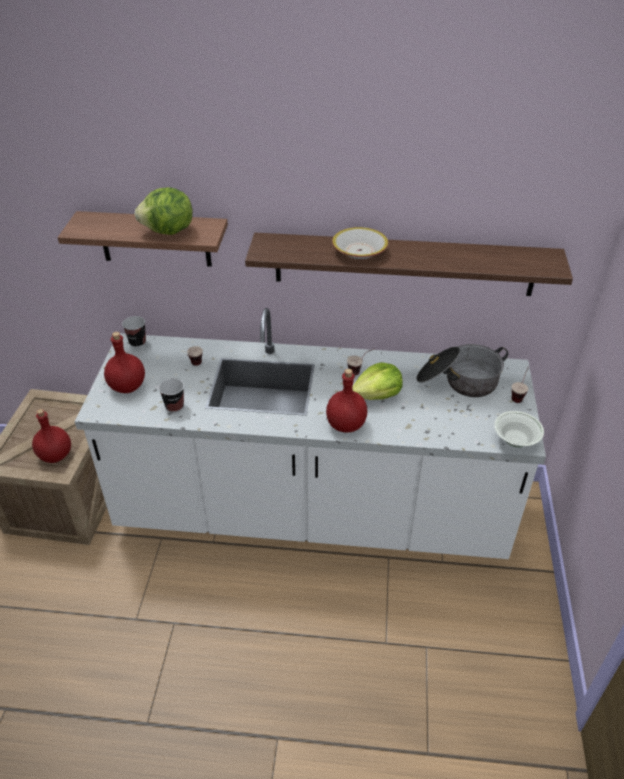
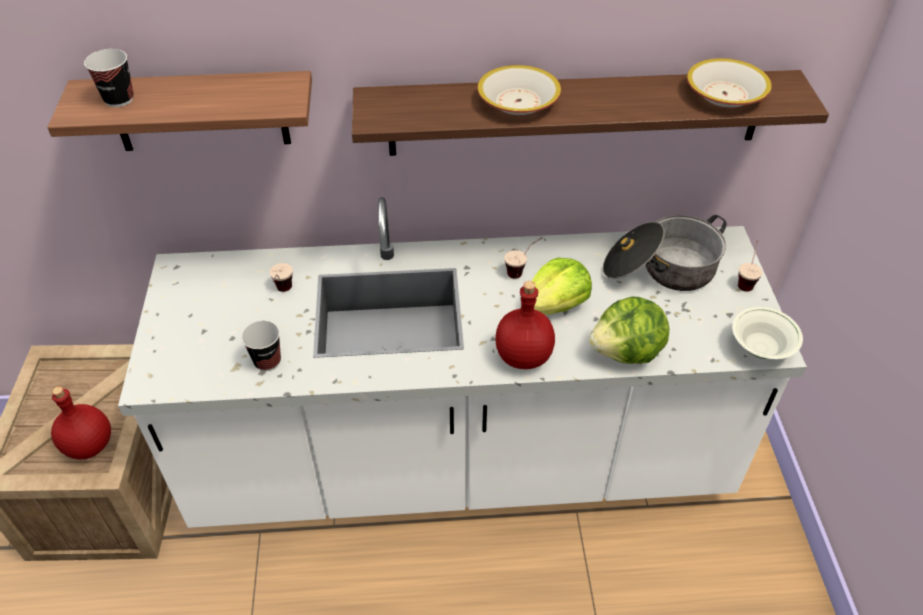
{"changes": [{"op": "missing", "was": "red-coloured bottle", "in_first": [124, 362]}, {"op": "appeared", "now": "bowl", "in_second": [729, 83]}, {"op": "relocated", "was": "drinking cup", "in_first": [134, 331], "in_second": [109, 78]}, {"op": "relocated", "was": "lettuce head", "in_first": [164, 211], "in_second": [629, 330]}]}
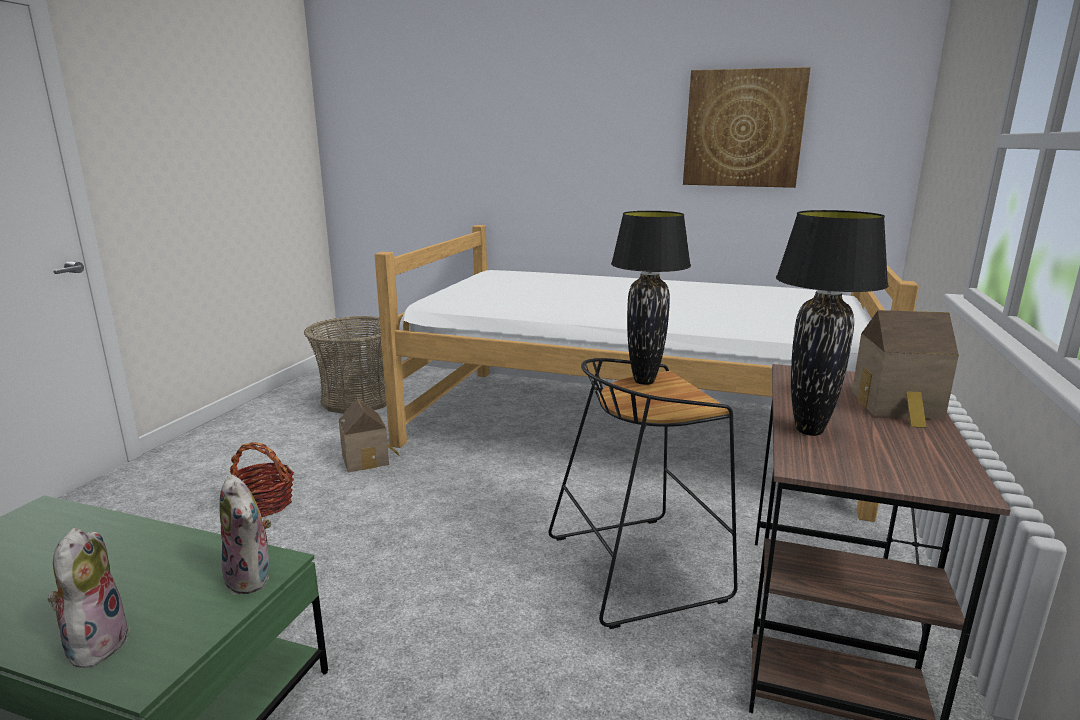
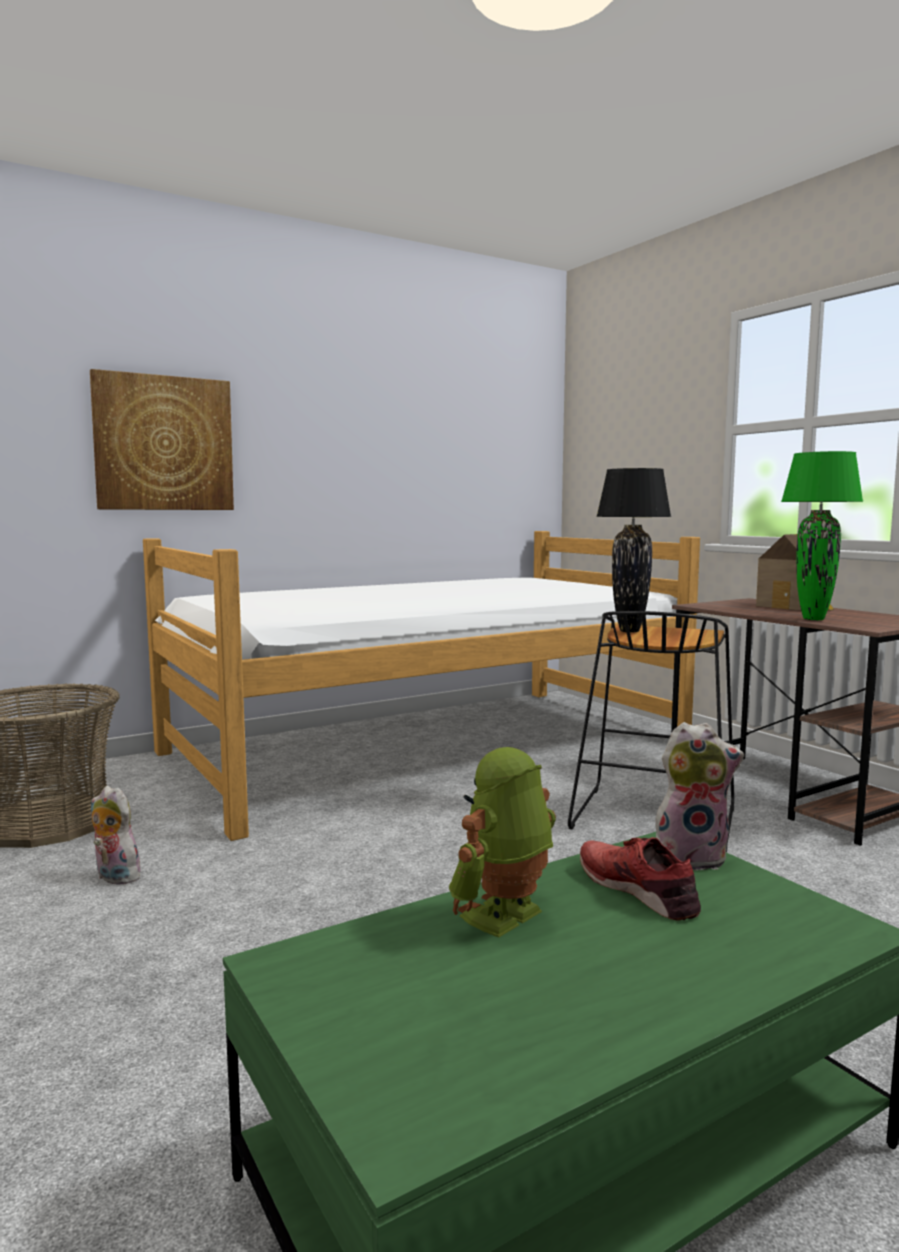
{"changes": [{"op": "missing", "was": "storage basket", "in_first": [262, 479]}, {"op": "missing", "was": "model house", "in_first": [369, 435]}, {"op": "appeared", "now": "robot figure", "in_second": [502, 842]}, {"op": "appeared", "now": "red-coloured low shoe", "in_second": [640, 878]}, {"op": "relocated", "was": "soft toy", "in_first": [89, 598], "in_second": [116, 836]}, {"op": "relocated", "was": "wall picture", "in_first": [747, 127], "in_second": [162, 439]}, {"op": "colour", "was": "blackish table lamp", "now": "green table lamp", "in_first": [832, 323], "in_second": [822, 535]}]}
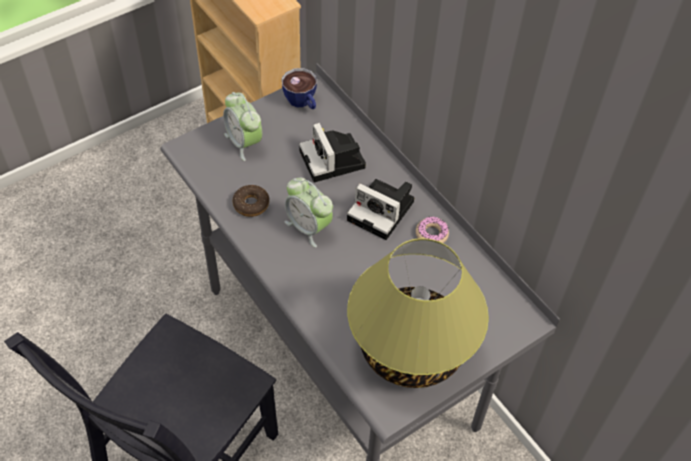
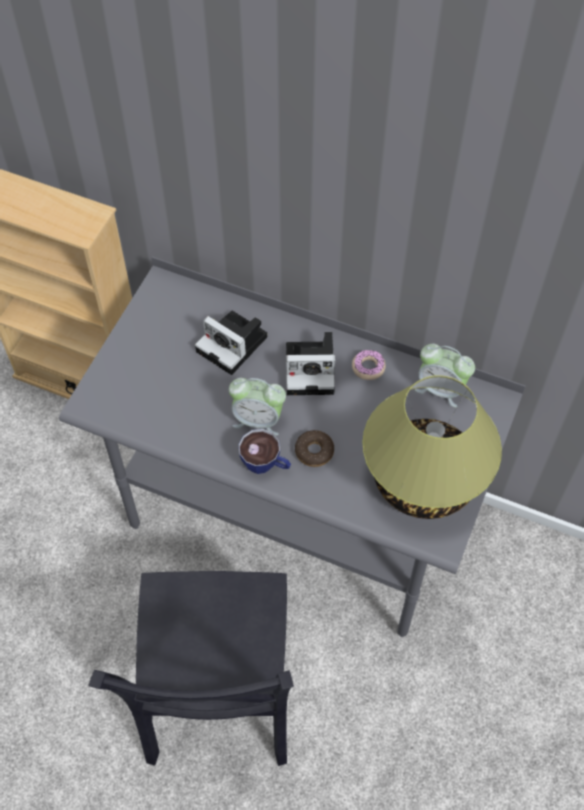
{"changes": [{"op": "relocated", "was": "table clock", "in_first": [243, 126], "in_second": [445, 376]}, {"op": "relocated", "was": "donut", "in_first": [251, 201], "in_second": [314, 448]}, {"op": "relocated", "was": "drinking cup", "in_first": [299, 88], "in_second": [265, 451]}]}
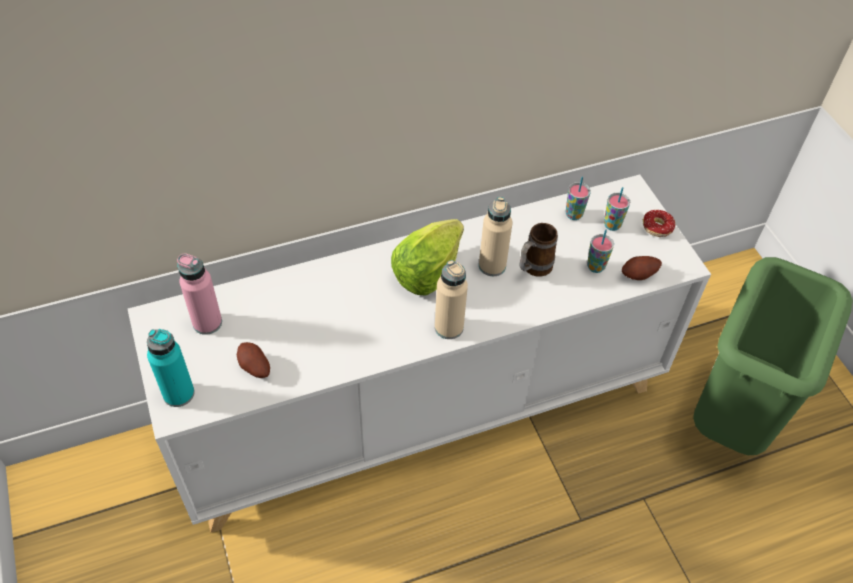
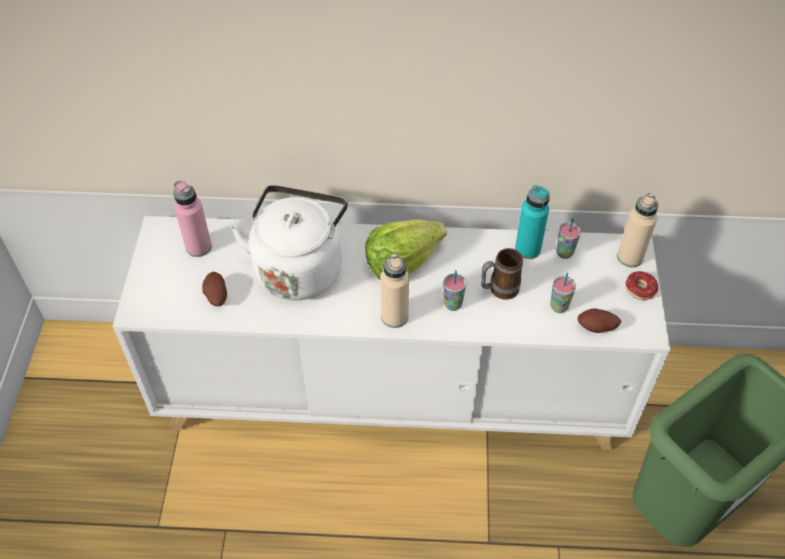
{"changes": [{"op": "appeared", "now": "white-coloured tea kettle", "in_second": [289, 242]}, {"op": "relocated", "was": "turquoise bottle", "in_first": [171, 368], "in_second": [532, 222]}, {"op": "relocated", "was": "beige bottle", "in_first": [496, 236], "in_second": [637, 230]}, {"op": "relocated", "was": "drinking cup", "in_first": [617, 209], "in_second": [454, 290]}]}
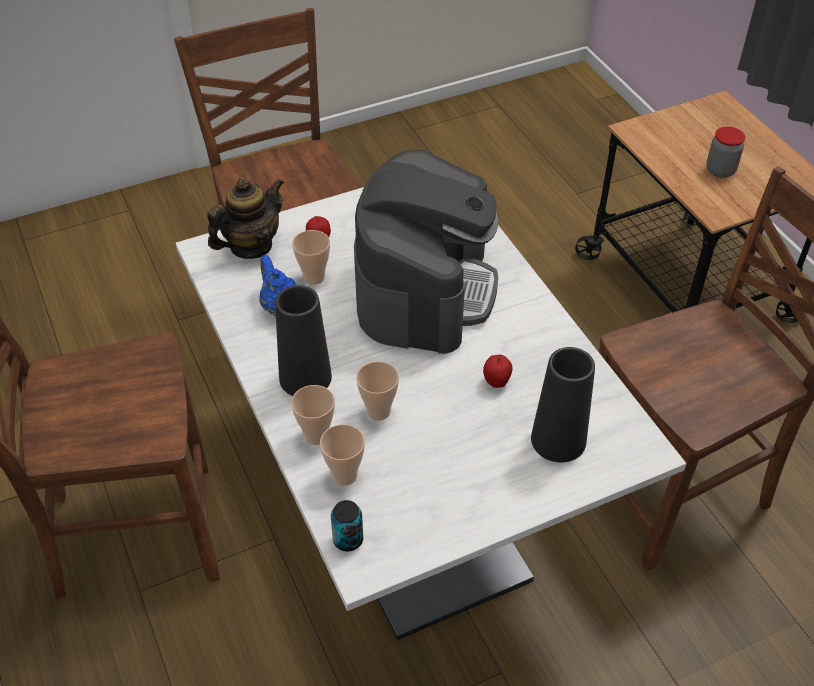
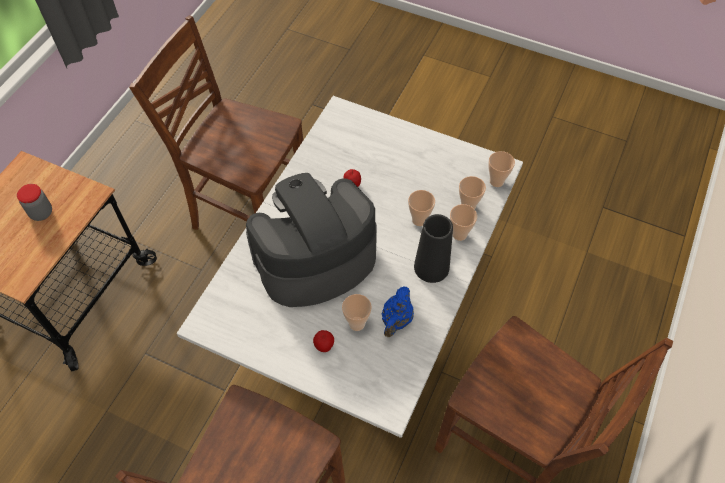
{"changes": [{"op": "missing", "was": "pot for tea", "in_first": [245, 218]}, {"op": "missing", "was": "blackish decorative vase", "in_first": [563, 404]}, {"op": "exchanged", "was": "can", "now": "drinking cup", "in_first": [347, 525], "in_second": [501, 169]}]}
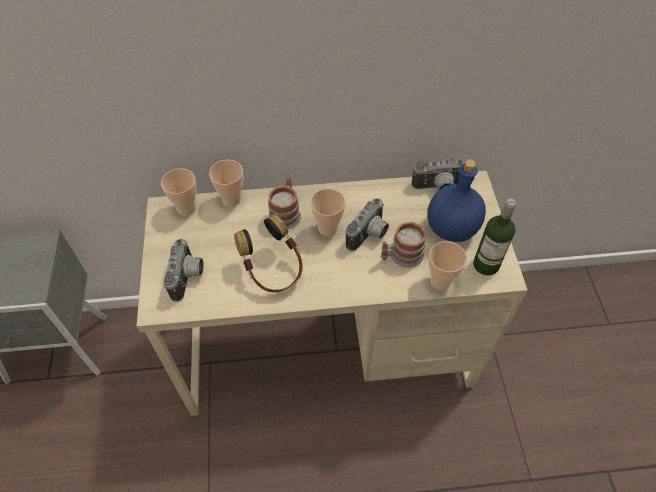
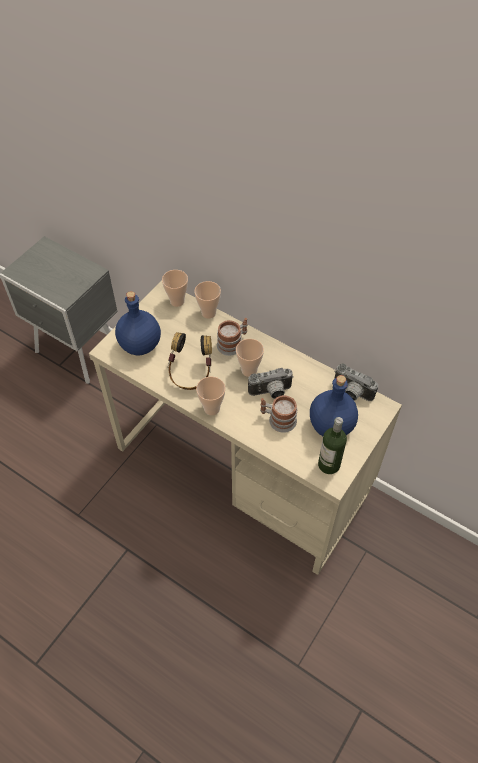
{"changes": [{"op": "relocated", "was": "drinking cup", "in_first": [448, 265], "in_second": [210, 395]}, {"op": "exchanged", "was": "still camera", "now": "blue bottle", "in_first": [184, 270], "in_second": [138, 323]}]}
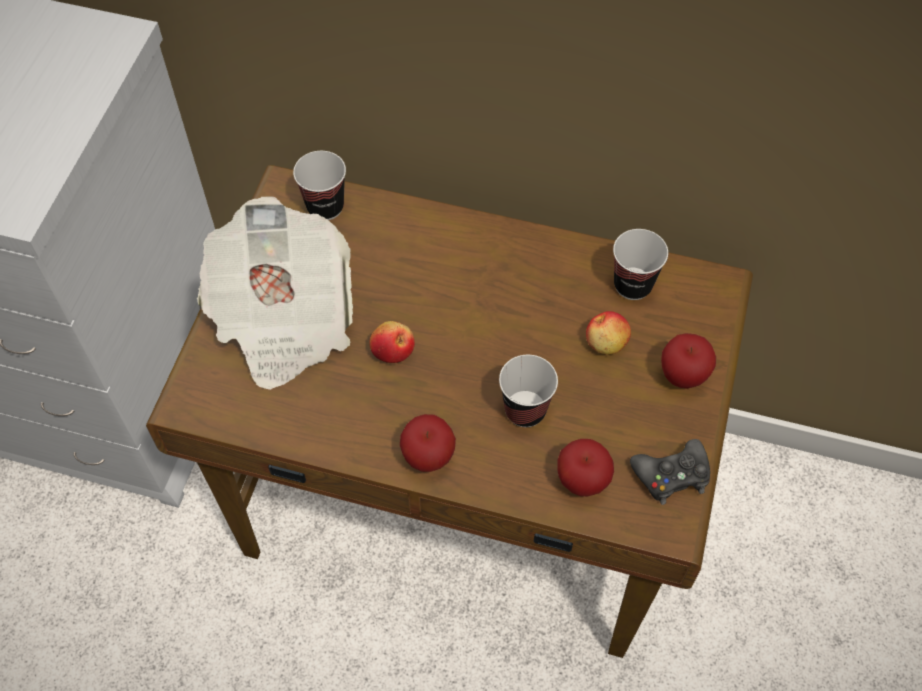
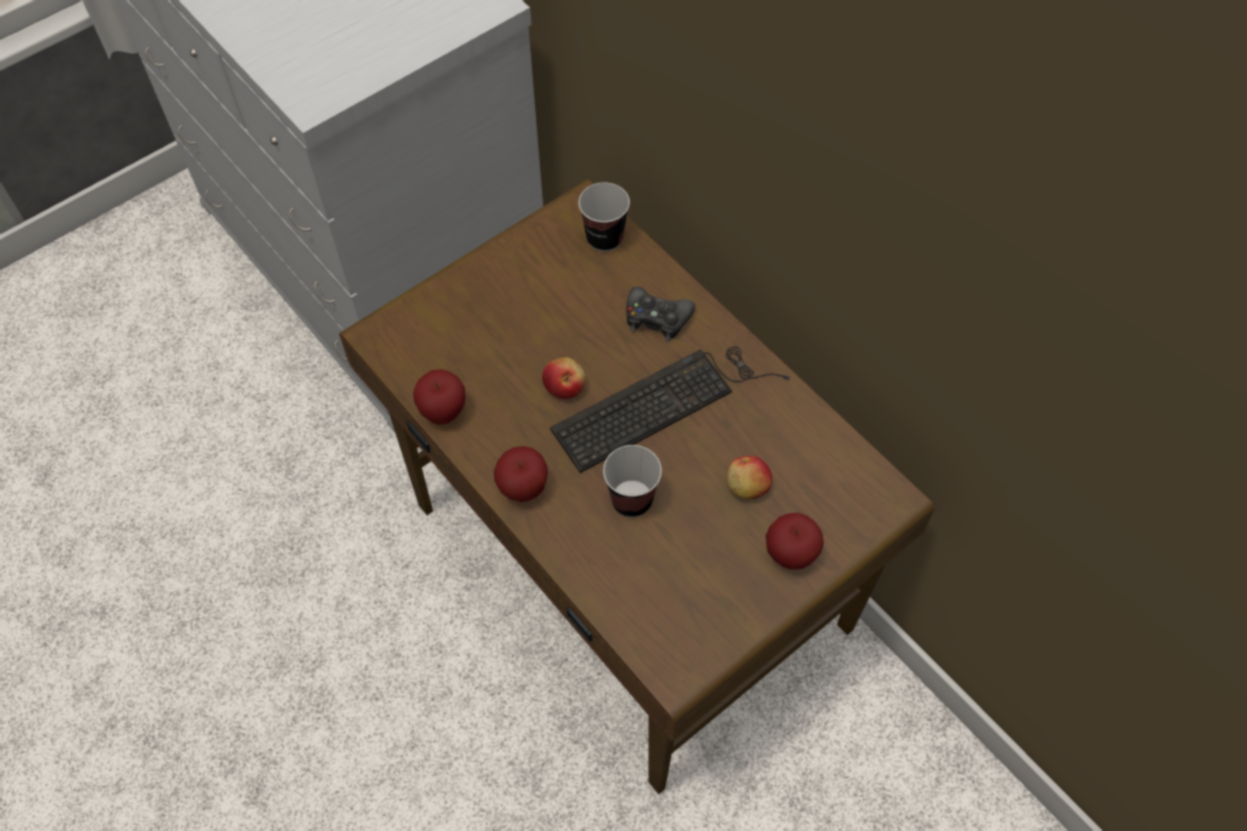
{"changes": [{"op": "missing", "was": "printed paper", "in_first": [275, 293]}, {"op": "missing", "was": "drinking cup", "in_first": [640, 264]}, {"op": "appeared", "now": "keyboard", "in_second": [670, 409]}, {"op": "relocated", "was": "apple fruit", "in_first": [585, 467], "in_second": [439, 397]}, {"op": "relocated", "was": "blackish game controller", "in_first": [670, 472], "in_second": [660, 314]}]}
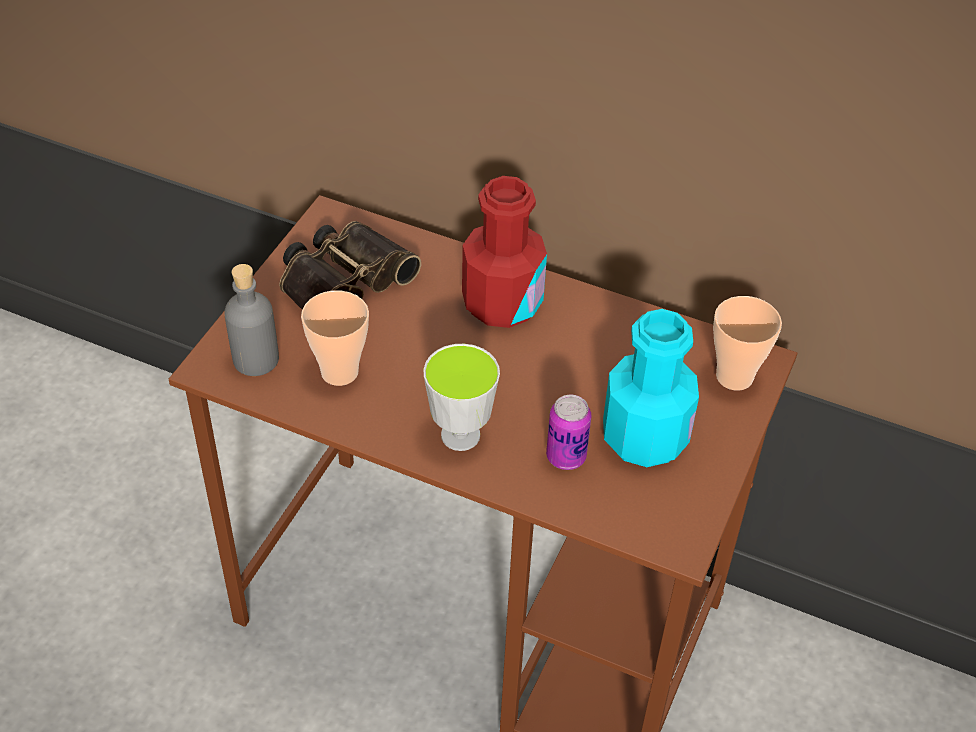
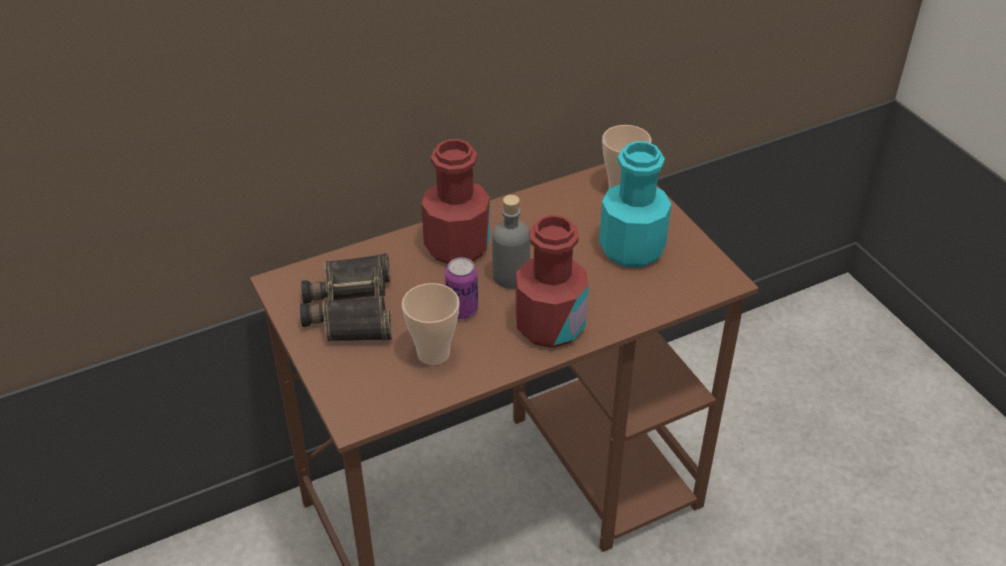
{"changes": [{"op": "relocated", "was": "grey bottle", "in_first": [251, 320], "in_second": [511, 242]}, {"op": "relocated", "was": "can", "in_first": [568, 432], "in_second": [461, 288]}, {"op": "exchanged", "was": "drinking cup", "now": "red-coloured bottle", "in_first": [461, 397], "in_second": [552, 281]}]}
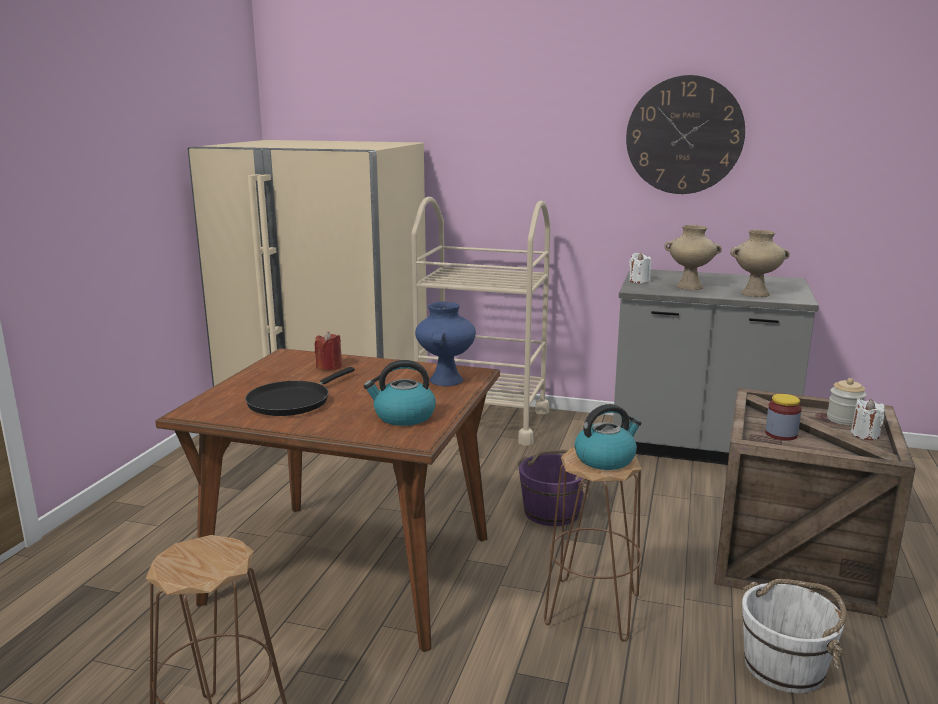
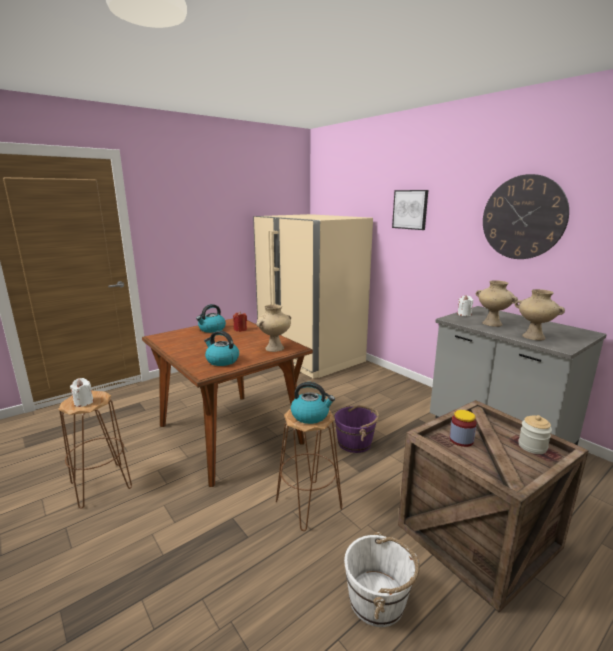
{"changes": [{"op": "missing", "was": "blackish pan", "in_first": [300, 391]}, {"op": "missing", "was": "beige cart", "in_first": [481, 321]}, {"op": "appeared", "now": "tea kettle", "in_second": [211, 318]}, {"op": "appeared", "now": "wall picture", "in_second": [410, 210]}, {"op": "relocated", "was": "white-coloured wax candle", "in_first": [868, 419], "in_second": [82, 392]}, {"op": "colour", "was": "blue decorative vase", "now": "beige decorative vase", "in_first": [445, 344], "in_second": [273, 328]}]}
